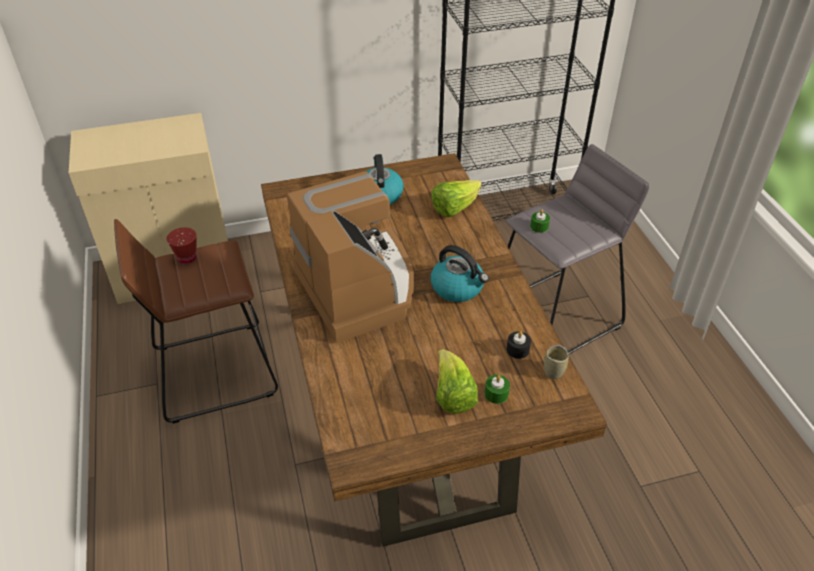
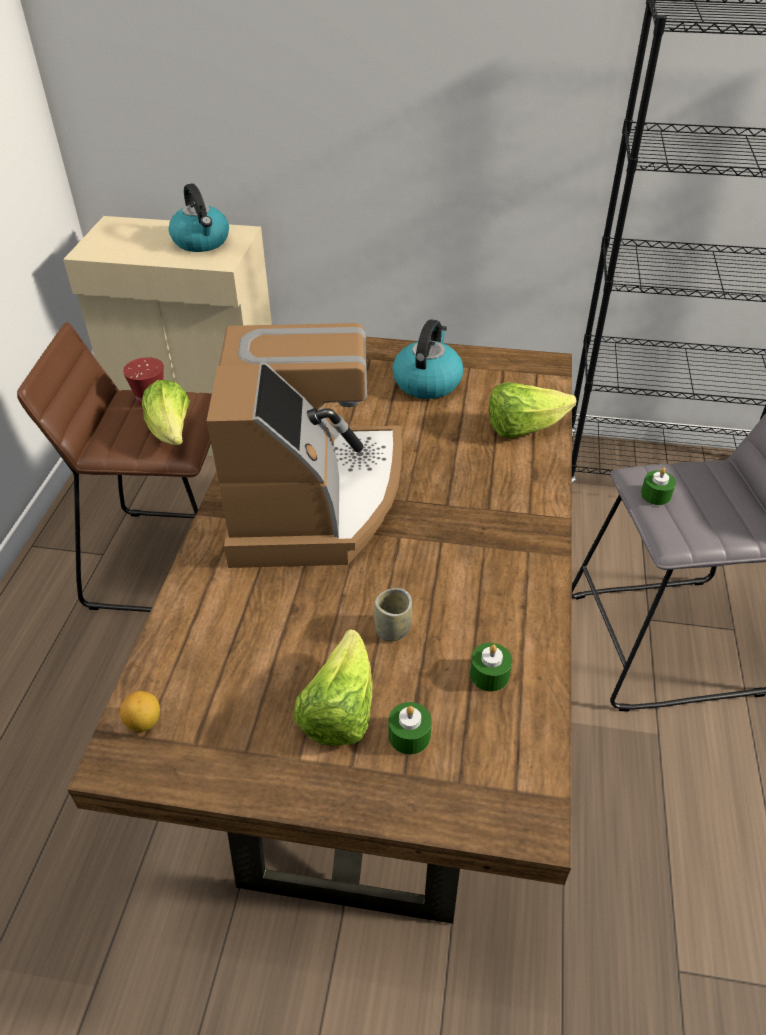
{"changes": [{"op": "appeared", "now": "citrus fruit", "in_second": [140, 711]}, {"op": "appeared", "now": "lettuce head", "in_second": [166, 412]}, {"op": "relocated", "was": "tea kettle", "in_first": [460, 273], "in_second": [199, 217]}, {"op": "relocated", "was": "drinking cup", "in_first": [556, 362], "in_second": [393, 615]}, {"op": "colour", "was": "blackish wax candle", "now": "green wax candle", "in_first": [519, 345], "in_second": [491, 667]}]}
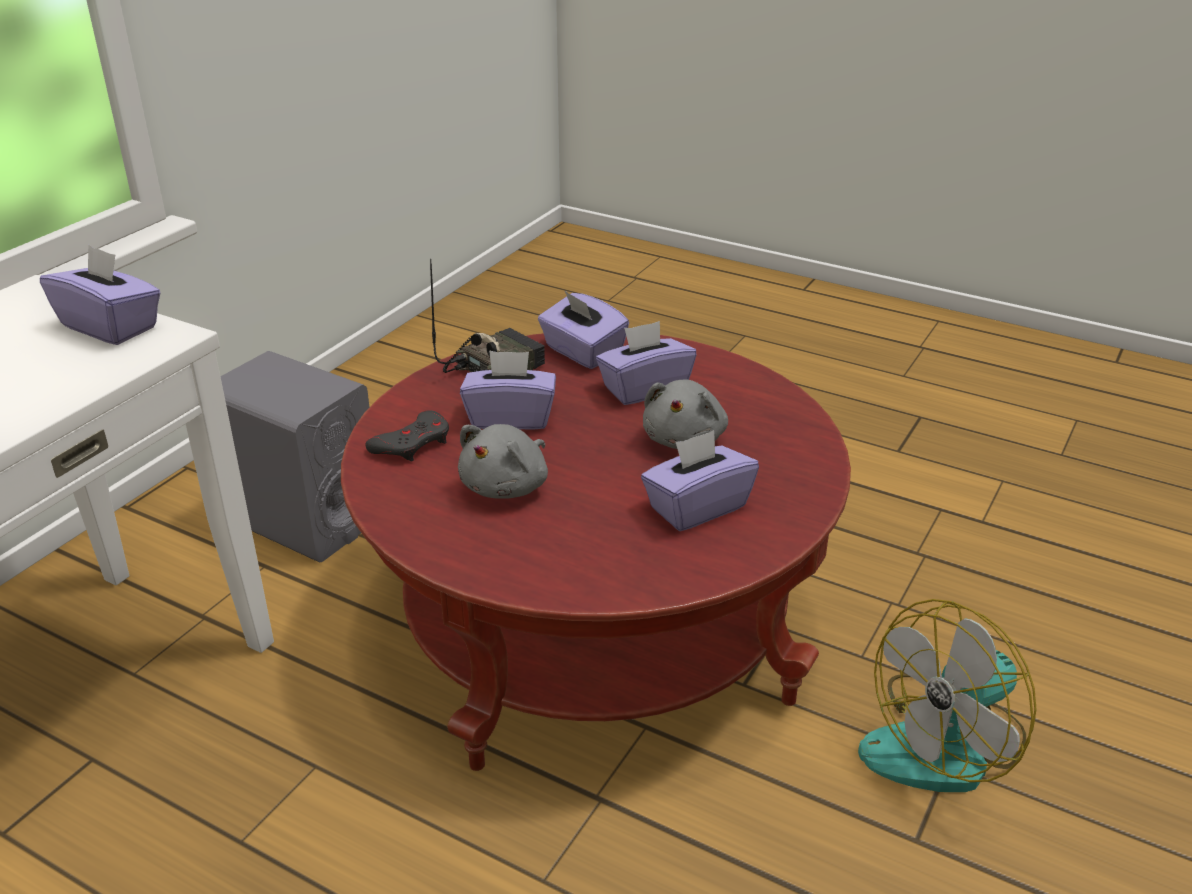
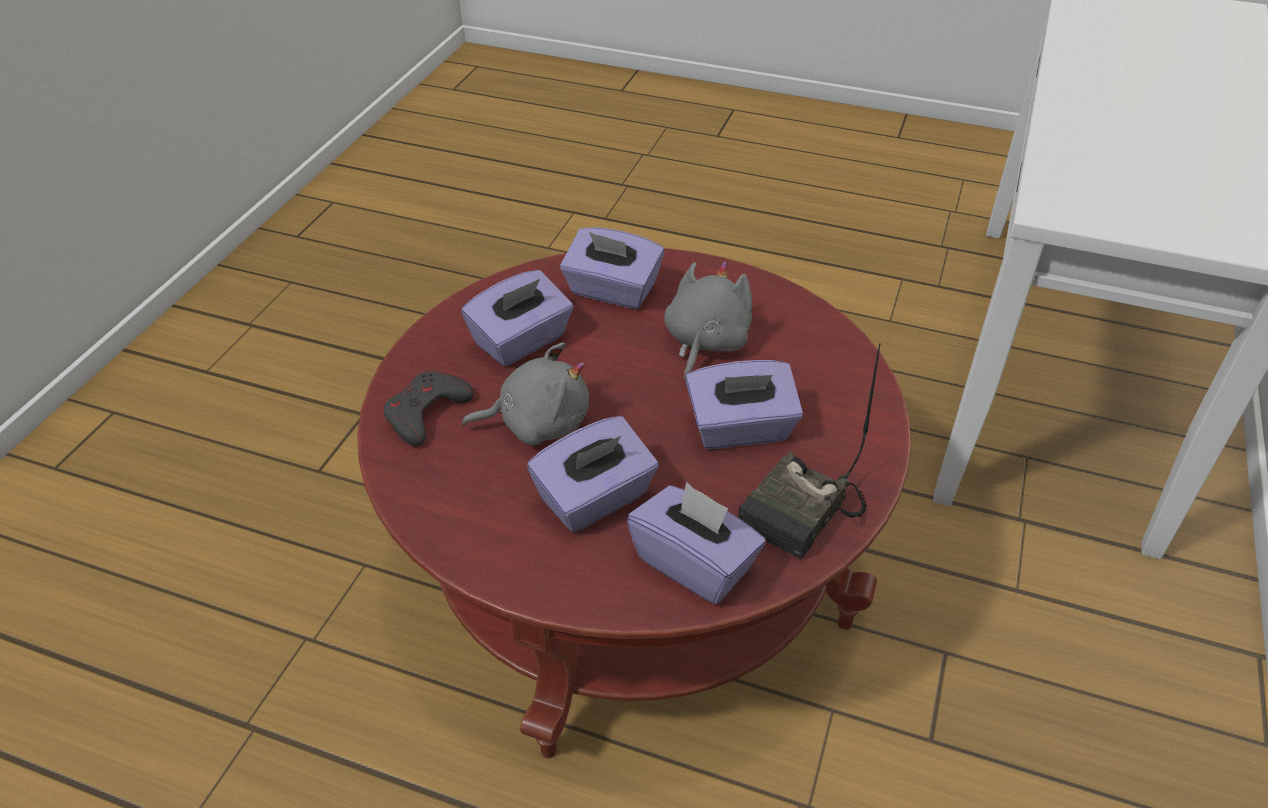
{"changes": [{"op": "missing", "was": "grey audio speaker", "in_first": [294, 456]}, {"op": "missing", "was": "fan", "in_first": [947, 695]}, {"op": "relocated", "was": "purple-coloured box of tissues", "in_first": [100, 295], "in_second": [612, 268]}, {"op": "relocated", "was": "grey game controller", "in_first": [407, 436], "in_second": [428, 408]}, {"op": "spun", "was": "grey soft toy", "in_first": [685, 414], "in_second": [525, 393], "clockwise": 75}]}
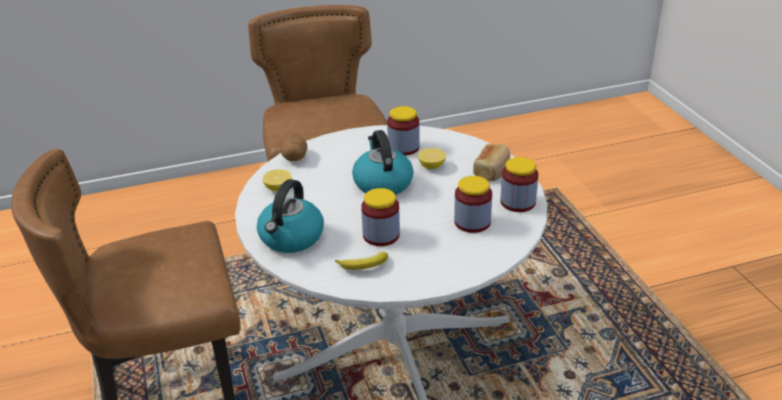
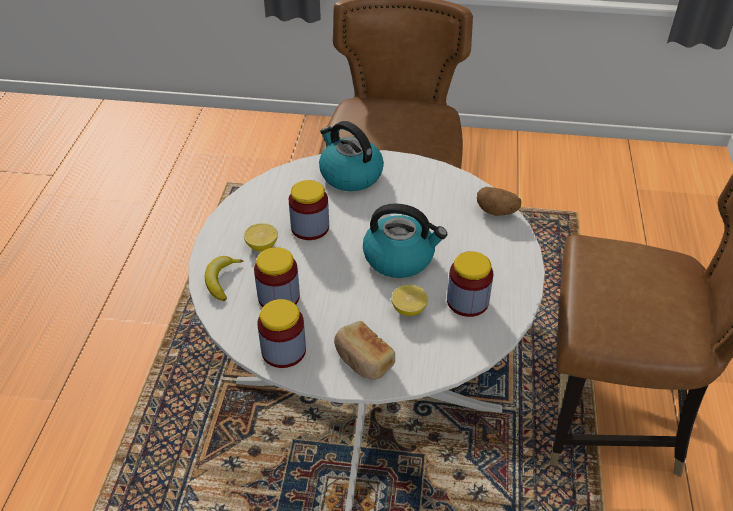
{"changes": [{"op": "relocated", "was": "citrus fruit", "in_first": [277, 180], "in_second": [261, 237]}, {"op": "relocated", "was": "banana", "in_first": [361, 261], "in_second": [224, 278]}]}
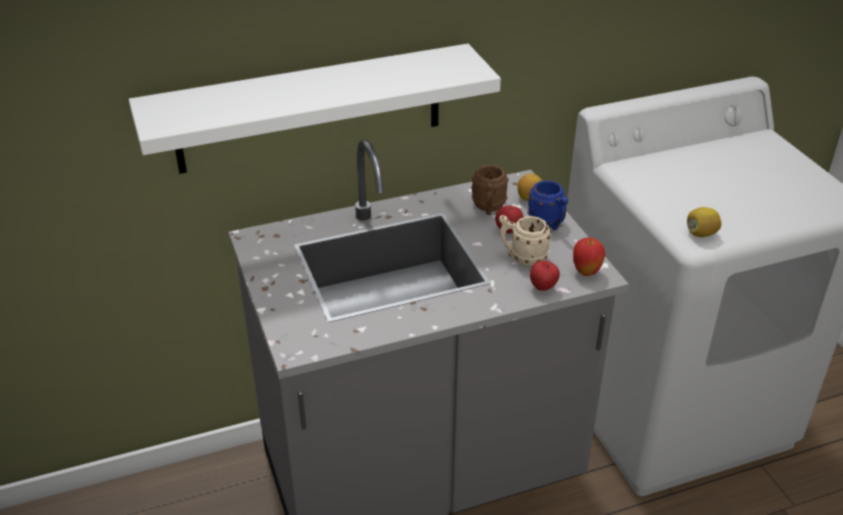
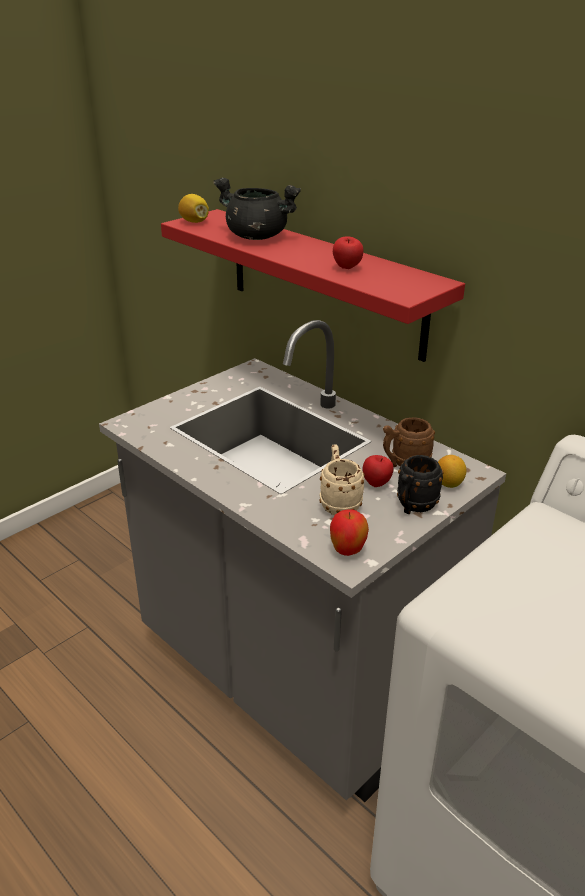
{"changes": [{"op": "appeared", "now": "blackish saucepot", "in_second": [257, 209]}, {"op": "relocated", "was": "apple fruit", "in_first": [545, 275], "in_second": [348, 252]}, {"op": "relocated", "was": "citrus fruit", "in_first": [704, 222], "in_second": [193, 208]}, {"op": "colour", "was": "white-coloured shelf", "now": "red-coloured shelf", "in_first": [315, 109], "in_second": [313, 285]}, {"op": "colour", "was": "blue mug", "now": "blackish mug", "in_first": [547, 205], "in_second": [420, 484]}]}
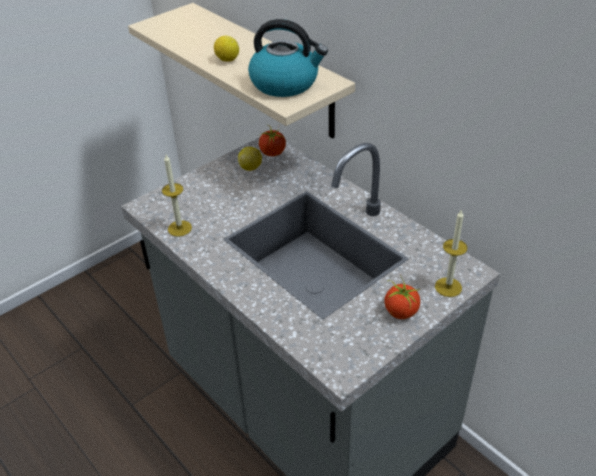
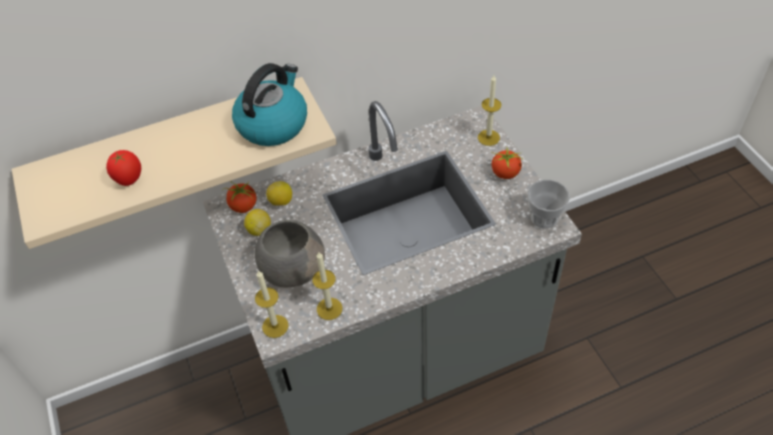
{"changes": [{"op": "appeared", "now": "tomato", "in_second": [123, 168]}, {"op": "appeared", "now": "grey bowl", "in_second": [290, 253]}, {"op": "appeared", "now": "wax candle", "in_second": [271, 304]}, {"op": "appeared", "now": "drinking cup", "in_second": [549, 204]}, {"op": "relocated", "was": "citrus fruit", "in_first": [226, 49], "in_second": [279, 193]}]}
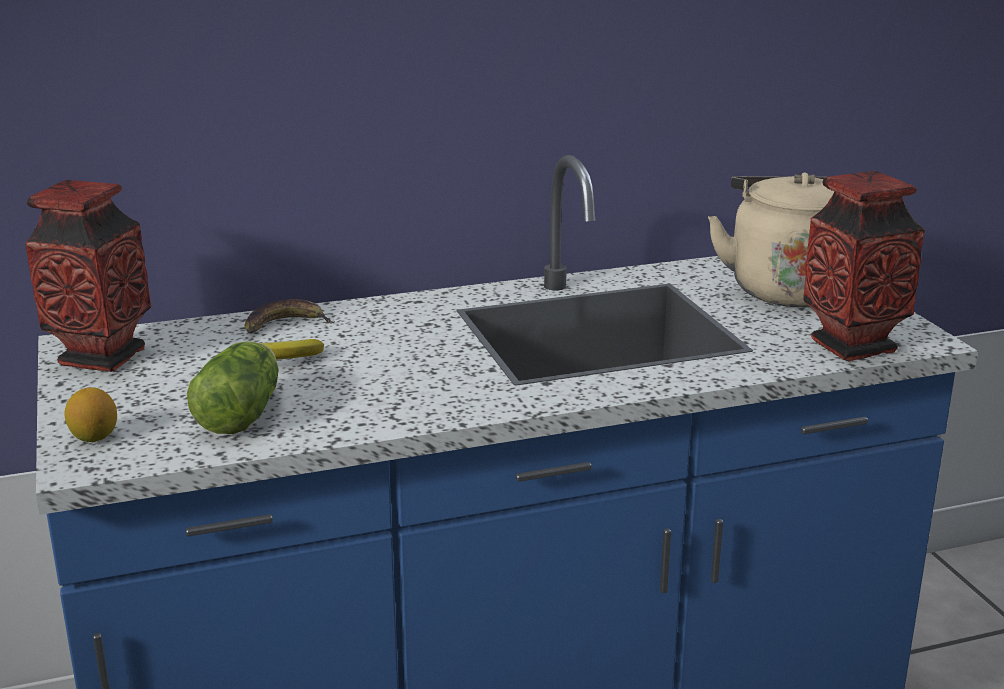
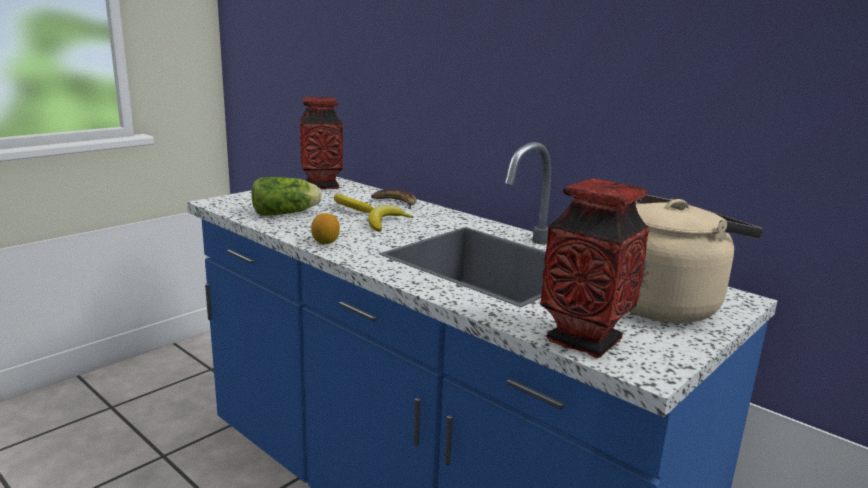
{"changes": [{"op": "appeared", "now": "banana", "in_second": [391, 218]}, {"op": "relocated", "was": "citrus fruit", "in_first": [90, 414], "in_second": [325, 228]}]}
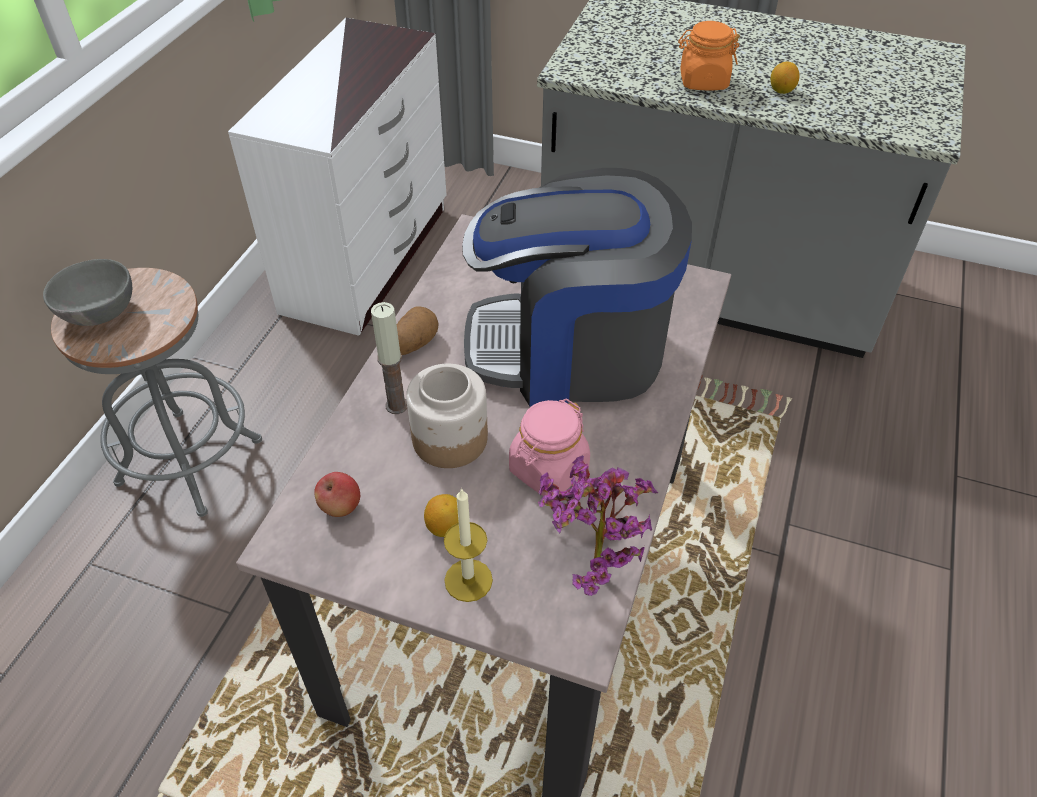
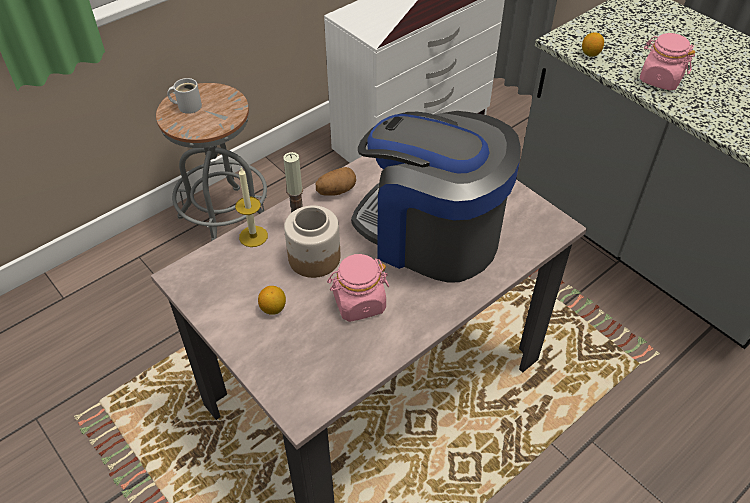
{"changes": [{"op": "missing", "was": "apple fruit", "in_first": [337, 494]}, {"op": "missing", "was": "houseplant", "in_first": [598, 525]}, {"op": "relocated", "was": "wax candle", "in_first": [468, 545], "in_second": [251, 207]}, {"op": "relocated", "was": "citrus fruit", "in_first": [784, 78], "in_second": [593, 44]}, {"op": "exchanged", "was": "grey bowl", "now": "white-coloured mug", "in_first": [87, 292], "in_second": [184, 96]}, {"op": "colour", "was": "orange jar", "now": "pink-coloured jar", "in_first": [709, 55], "in_second": [667, 62]}]}
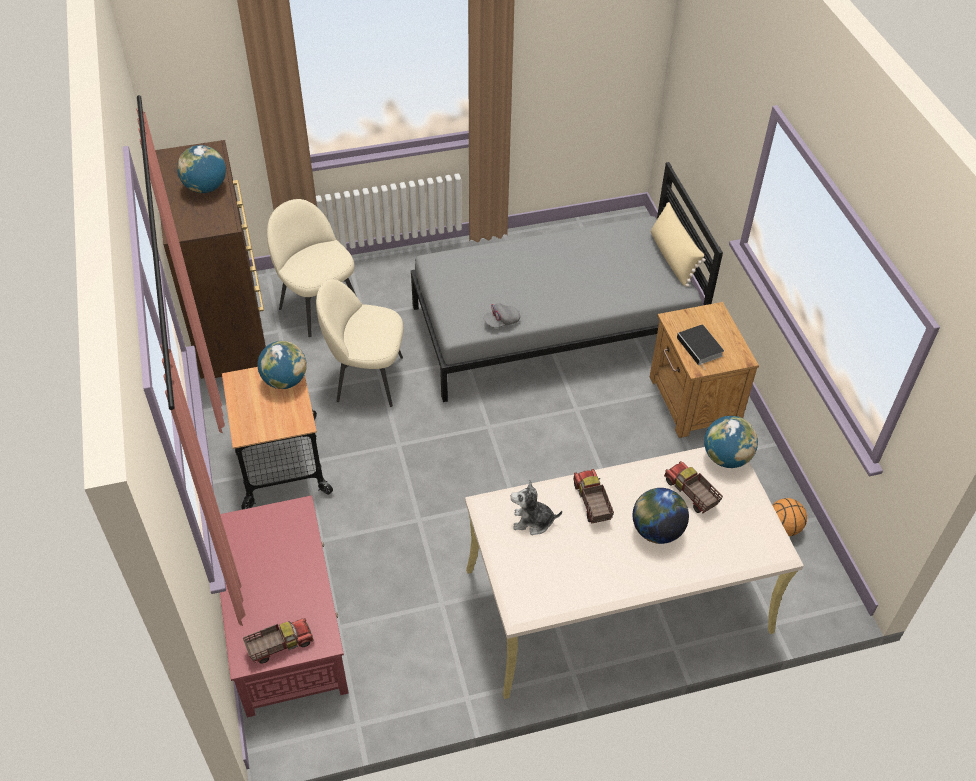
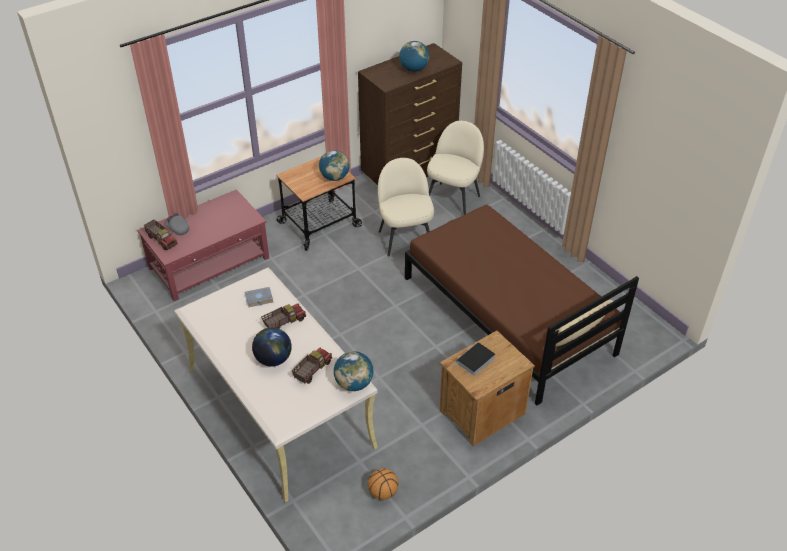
{"changes": [{"op": "relocated", "was": "grey cap", "in_first": [501, 315], "in_second": [177, 224]}, {"op": "exchanged", "was": "soft toy", "now": "grey book", "in_first": [536, 507], "in_second": [259, 297]}, {"op": "colour", "was": "grey sleeping bed", "now": "brown-coloured sleeping bed", "in_first": [567, 282], "in_second": [522, 305]}]}
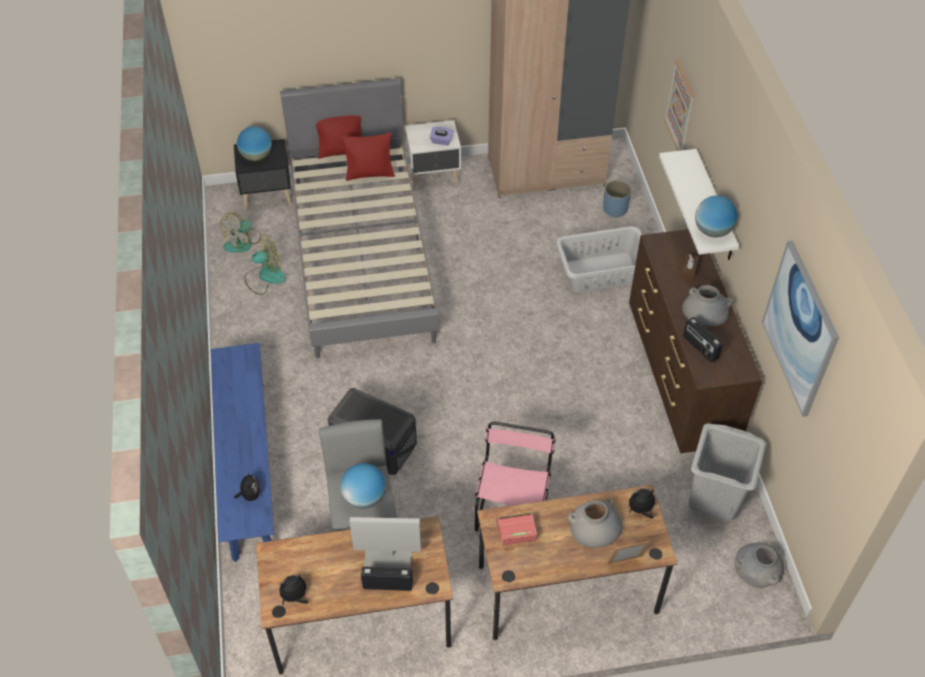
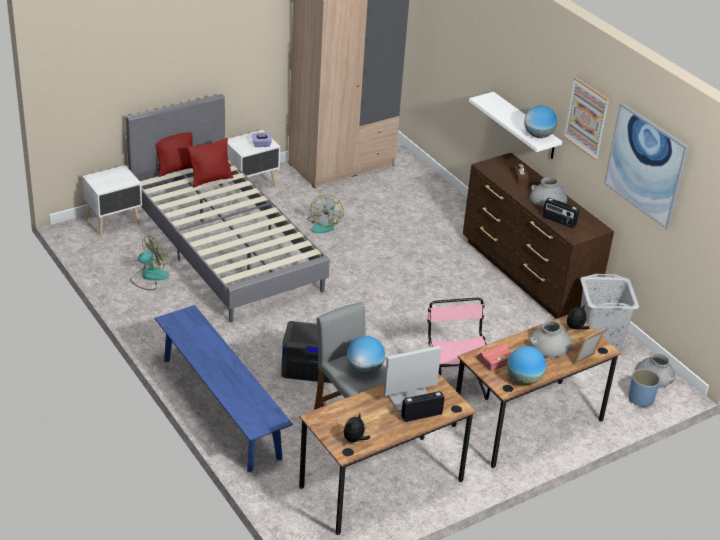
{"changes": [{"op": "missing", "was": "soft toy", "in_first": [247, 486]}, {"op": "missing", "was": "grey hamper", "in_first": [599, 259]}, {"op": "relocated", "was": "fan", "in_first": [240, 233], "in_second": [325, 213]}, {"op": "relocated", "was": "globe", "in_first": [254, 143], "in_second": [526, 365]}, {"op": "relocated", "was": "blue flower pot", "in_first": [617, 199], "in_second": [644, 387]}, {"op": "relocated", "was": "wall picture", "in_first": [679, 105], "in_second": [587, 118]}, {"op": "colour", "was": "blackish night table", "now": "white-coloured night table", "in_first": [263, 175], "in_second": [112, 200]}]}
